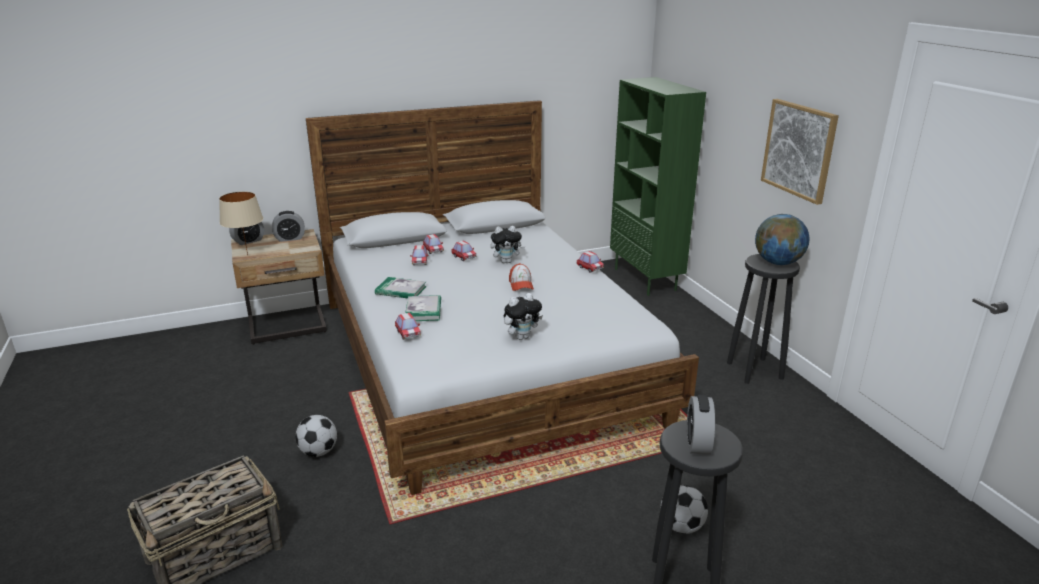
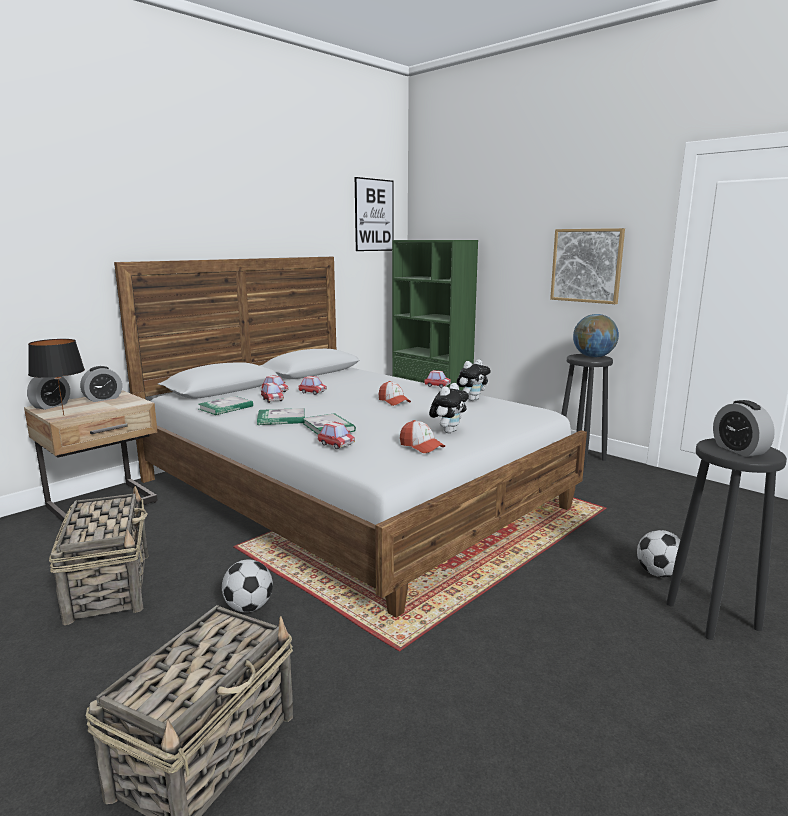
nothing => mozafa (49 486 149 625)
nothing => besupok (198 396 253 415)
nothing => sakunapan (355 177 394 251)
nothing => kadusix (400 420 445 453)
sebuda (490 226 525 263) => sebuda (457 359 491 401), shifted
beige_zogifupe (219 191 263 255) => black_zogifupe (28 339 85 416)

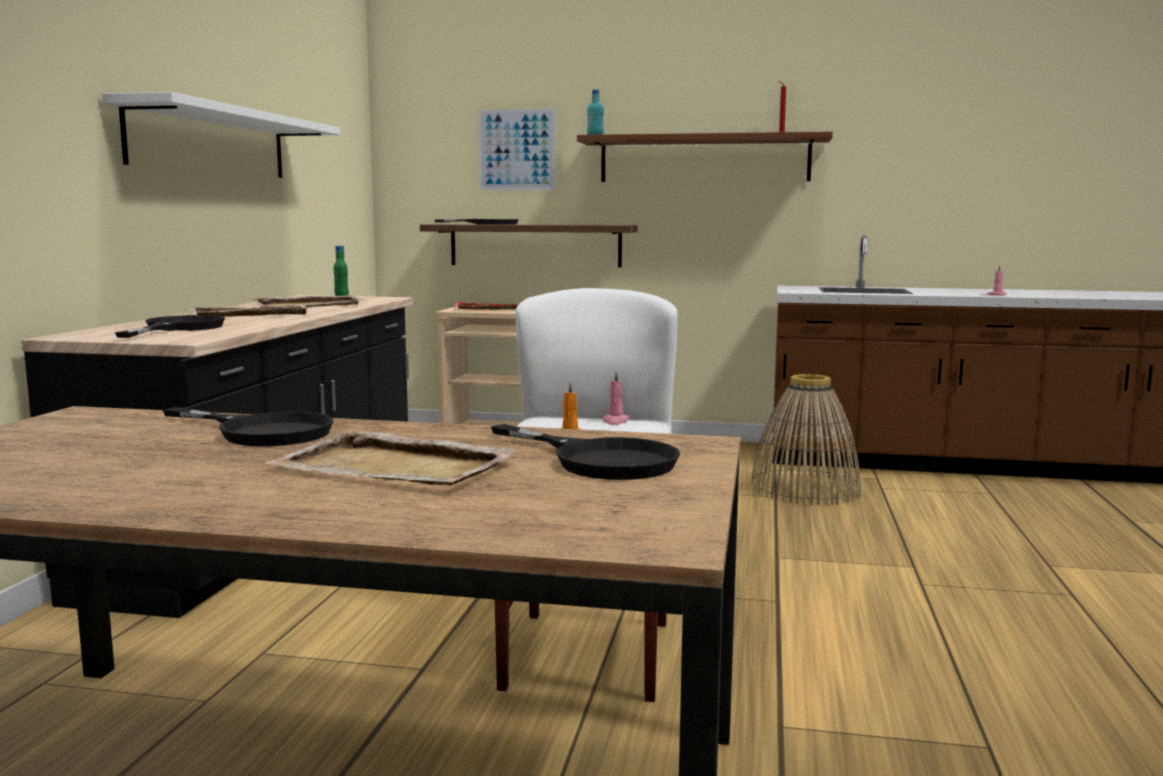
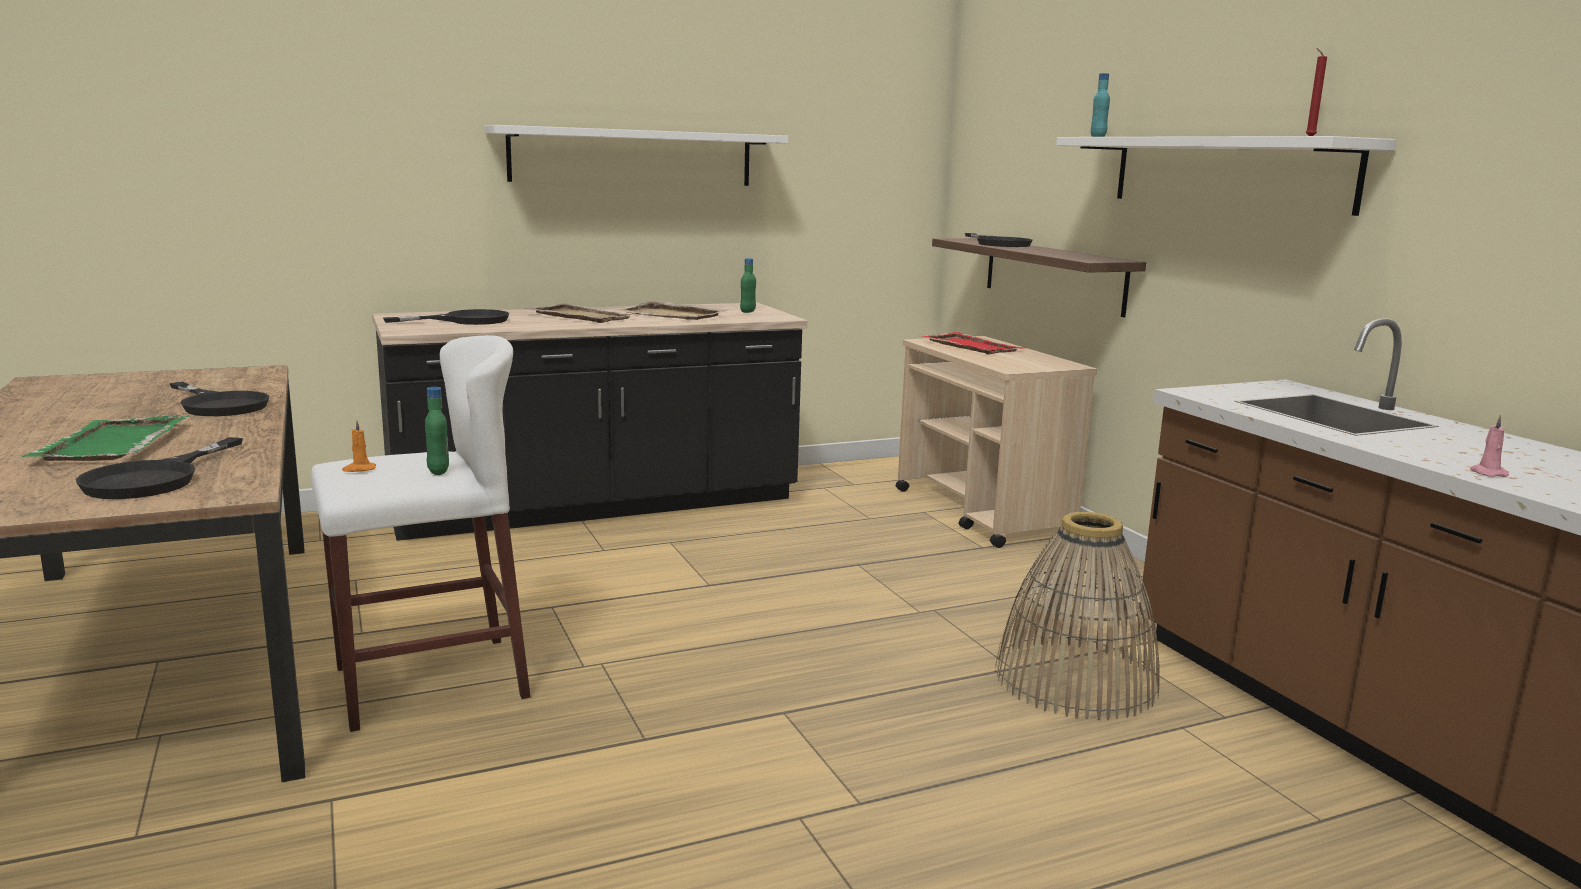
sakunapan (478 108 556 190) => nothing
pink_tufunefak (603 371 630 425) => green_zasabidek (425 387 449 475)
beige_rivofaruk (265 431 519 485) => green_rivofaruk (22 415 190 461)
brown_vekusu (577 132 833 182) => white_vekusu (1056 136 1396 216)
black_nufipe (163 407 333 446) => black_nufipe (169 382 270 416), 45 degrees counterclockwise

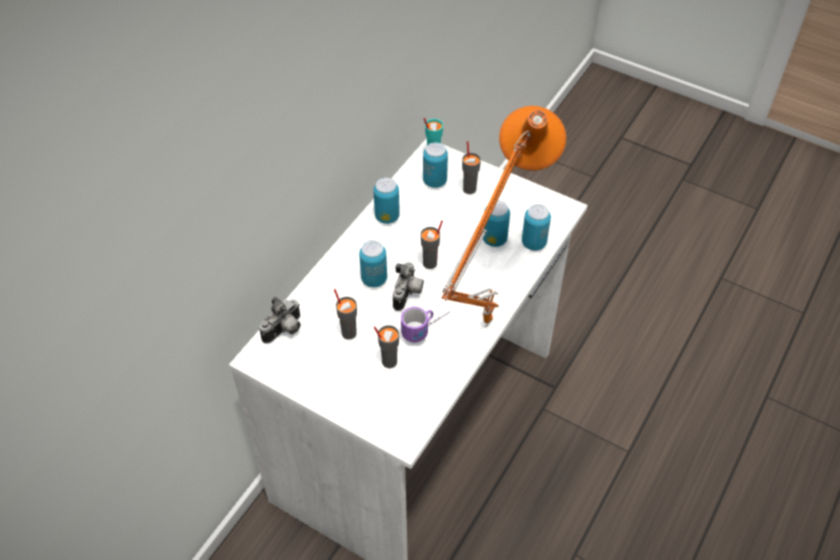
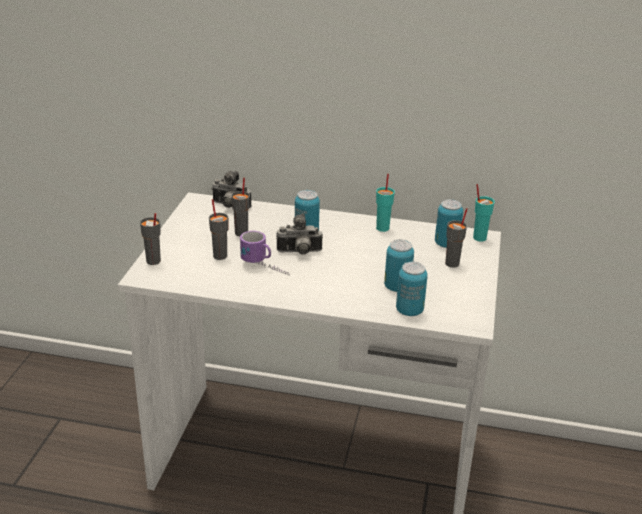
orange_zogifupe (442 106 566 327) => nothing
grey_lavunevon (420 220 443 269) => grey_lavunevon (140 213 161 265), shifted
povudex (373 178 400 224) => turquoise_lavunevon (376 174 395 232)

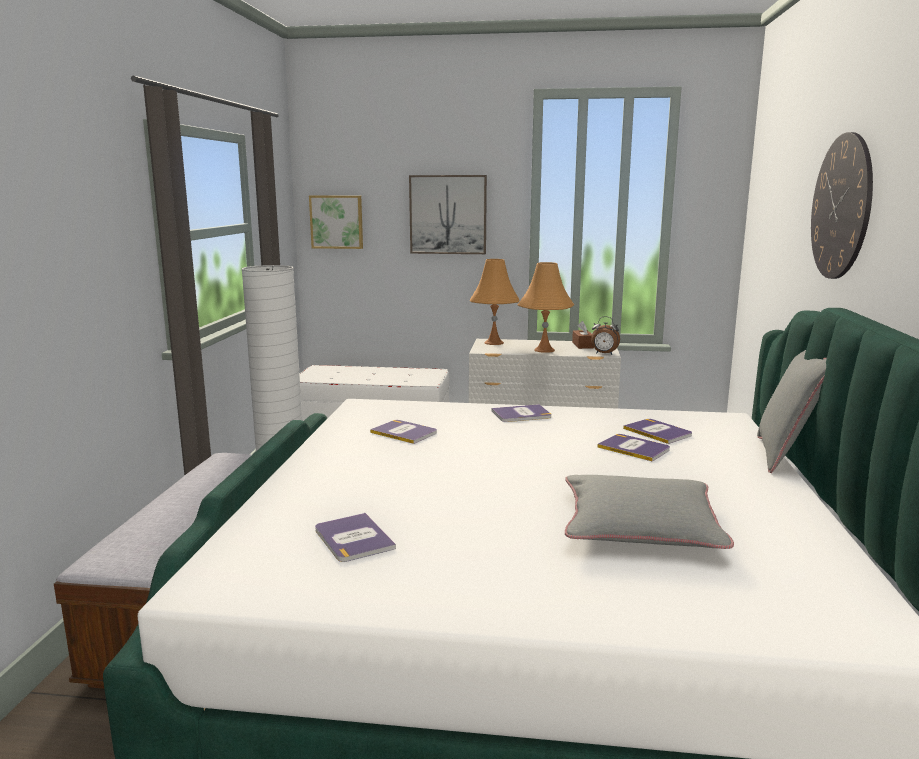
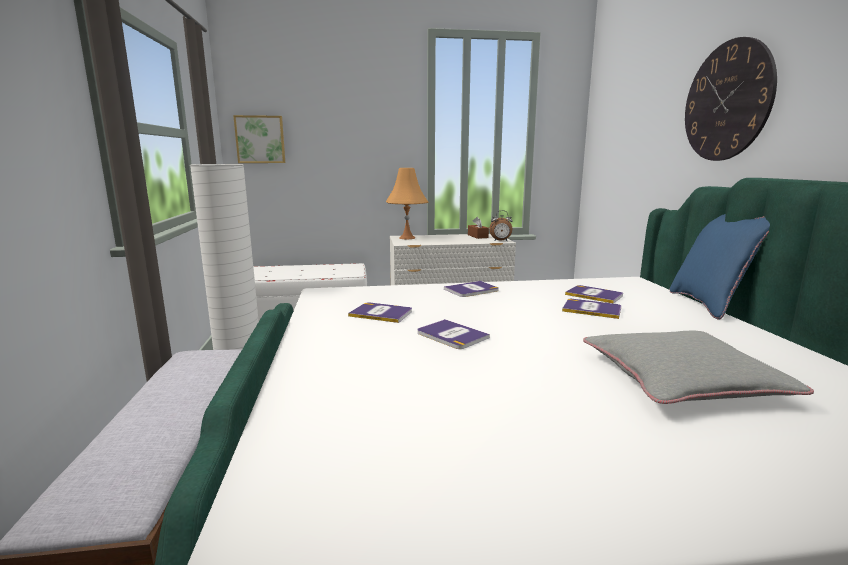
sakunapan (409 175 487 254) => nothing
orange_zogifupe (517 262 574 353) => nothing
besupok (315 513 396 562) => besupok (417 319 490 349), shifted
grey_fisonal (757 350 827 473) => blue_fisonal (669 214 770 319)

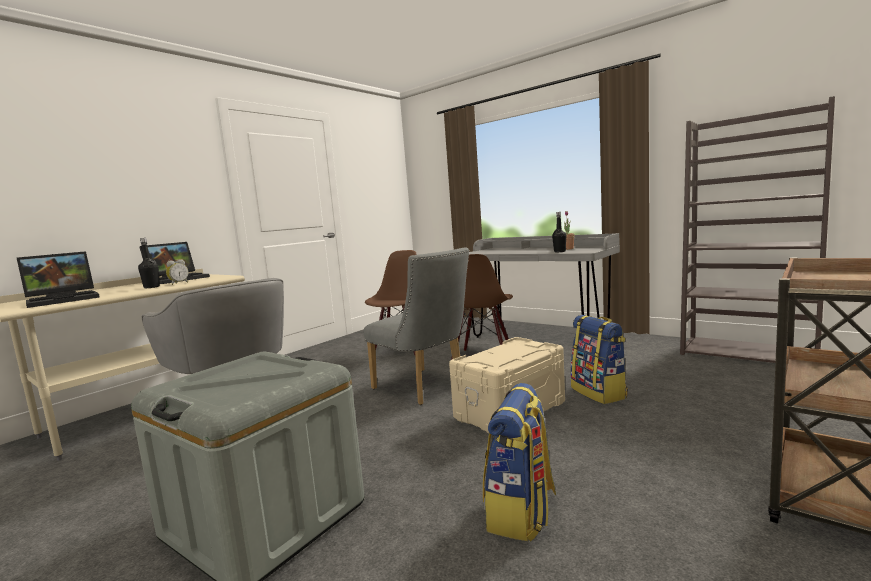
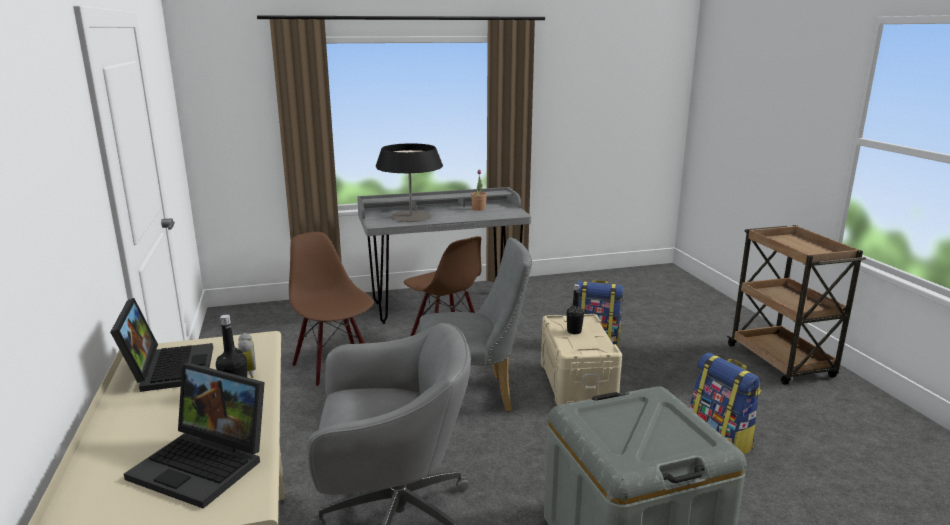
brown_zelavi (680 96 835 363) => nothing
nothing => zogifupe (376 143 443 222)
black_zasabidek (552 212 566 252) => black_zasabidek (567 284 584 334), shifted
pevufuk (17 251 100 308) => pevufuk (124 363 265 509), 120 degrees clockwise

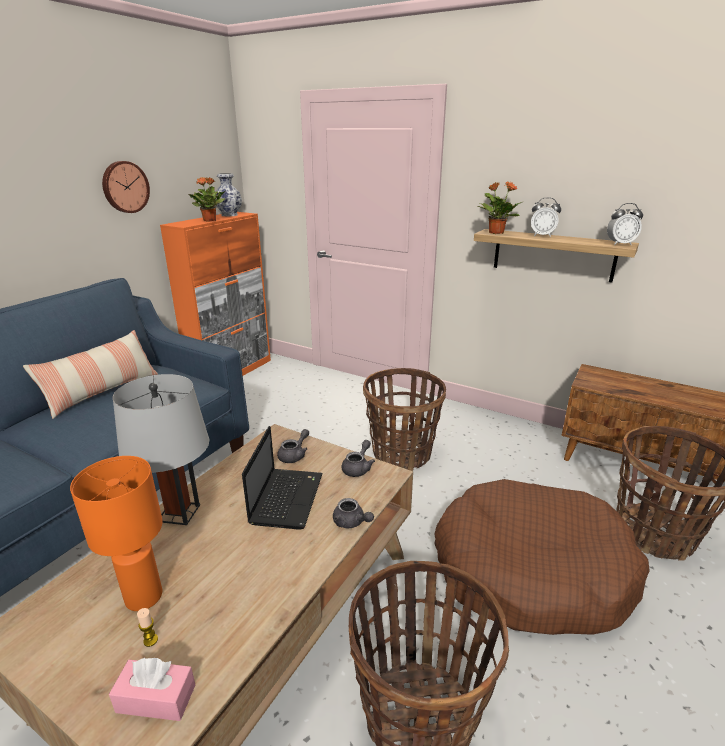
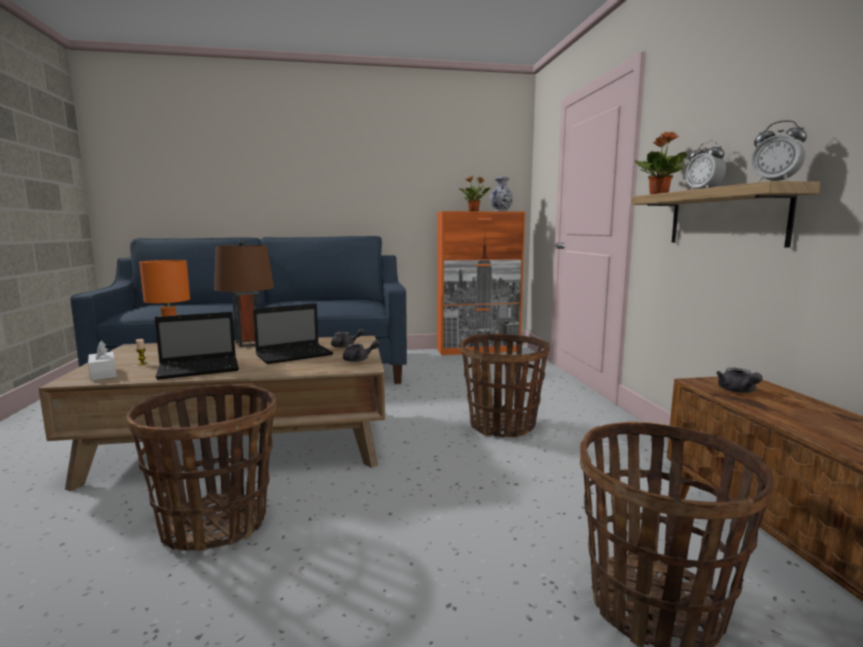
fisonal (23 330 158 419) => nothing
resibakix (102 161 150 213) => nothing
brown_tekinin (434 479 650 635) => nothing
nothing => pevufuk (155 312 239 380)
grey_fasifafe (333 498 374 528) => grey_fasifafe (716 368 763 393), shifted
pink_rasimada (109 658 195 721) => white_rasimada (88 341 117 381)
grey_zogifupe (113 374 210 525) => brown_zogifupe (214 240 274 347)

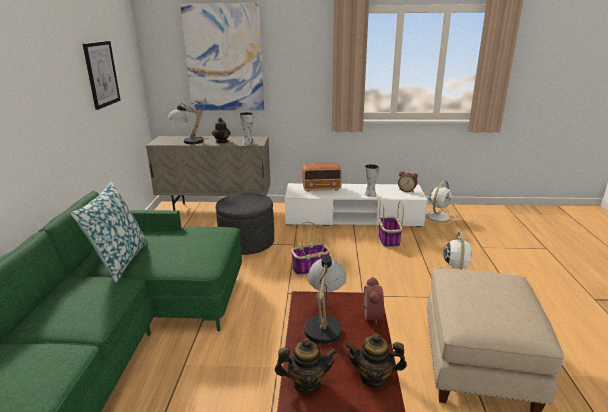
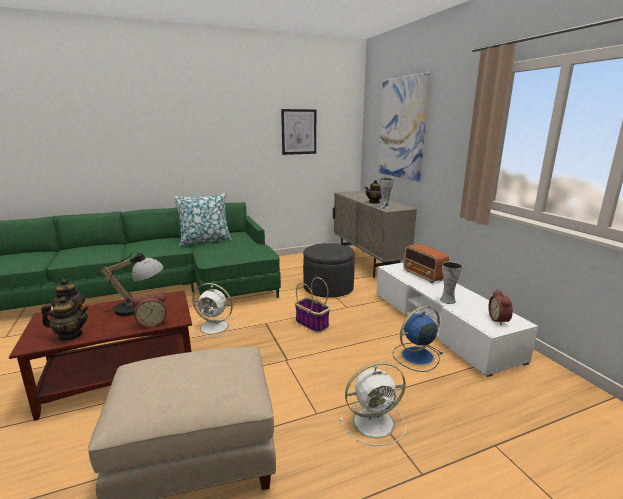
zogifupe (167 103 209 144) => nothing
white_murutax (425 181 456 224) => white_murutax (192 283 237 338), shifted
mozafa (379 200 404 248) => blue_murutax (392 306 443 372)
fasifafe (345 333 407 389) => fasifafe (41 297 89 341), 105 degrees clockwise

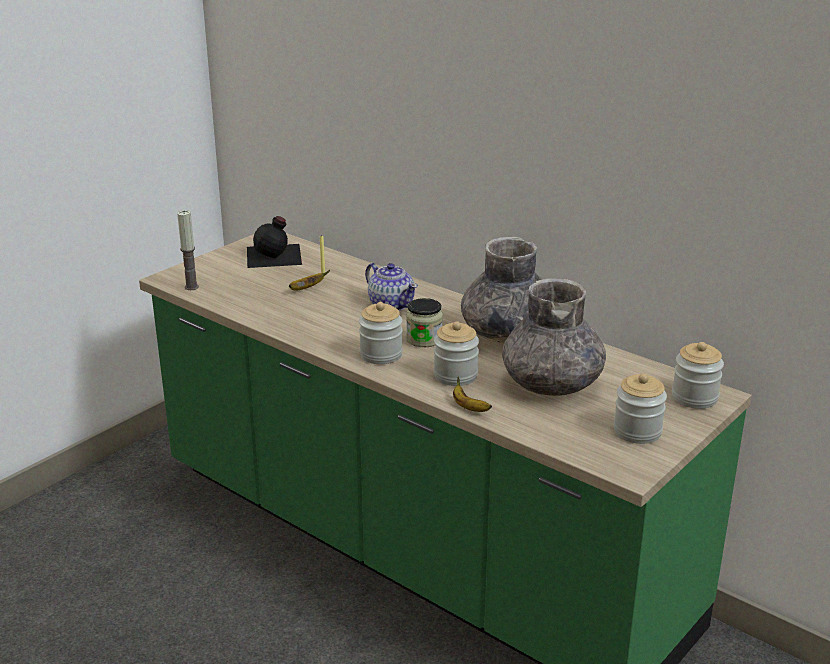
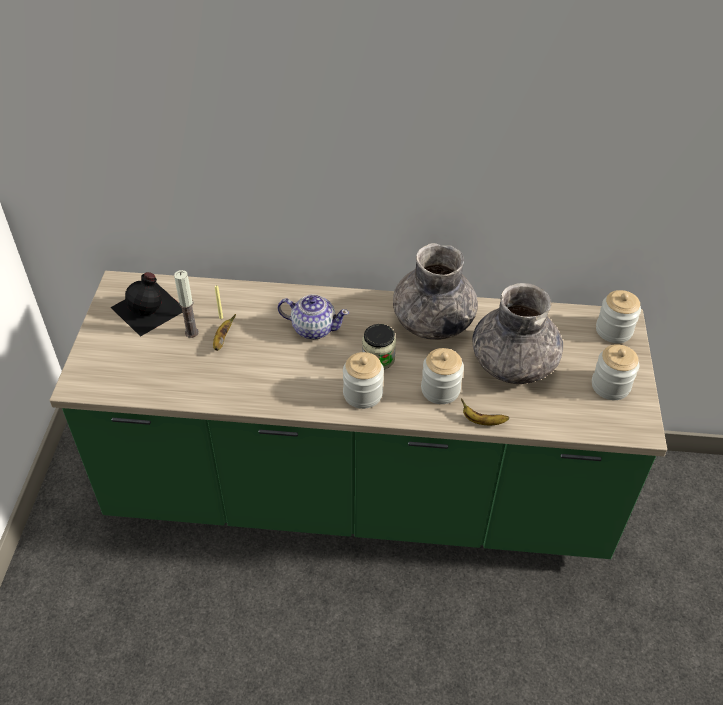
tufunefak (177 210 199 290) => tufunefak (174 270 199 338), shifted

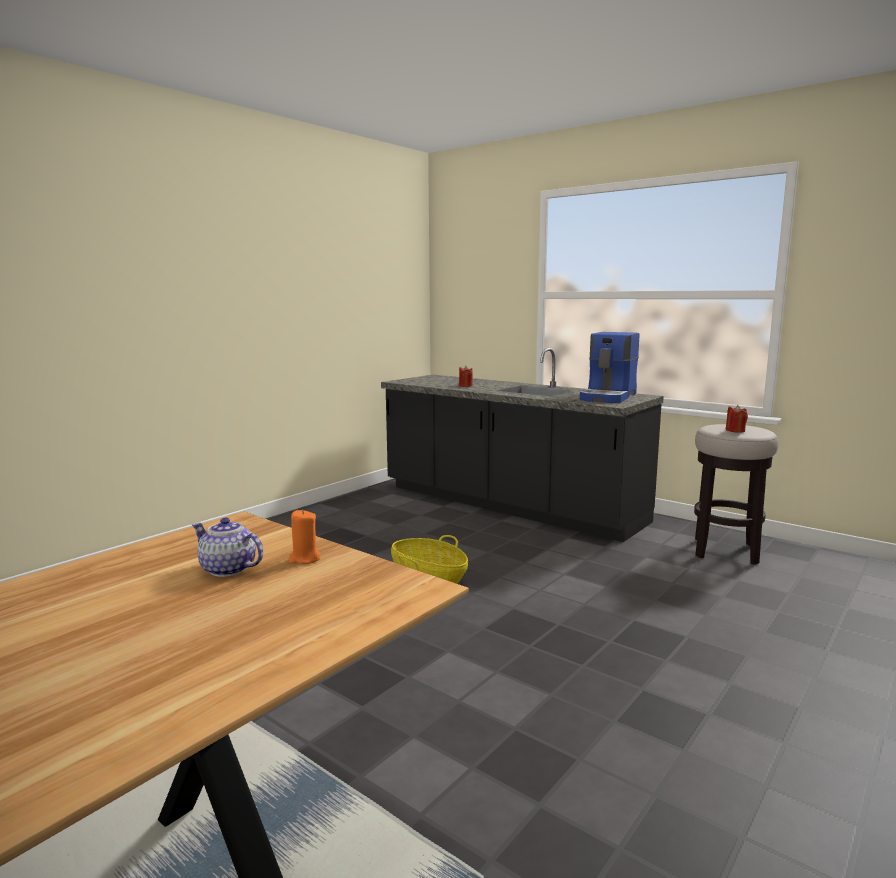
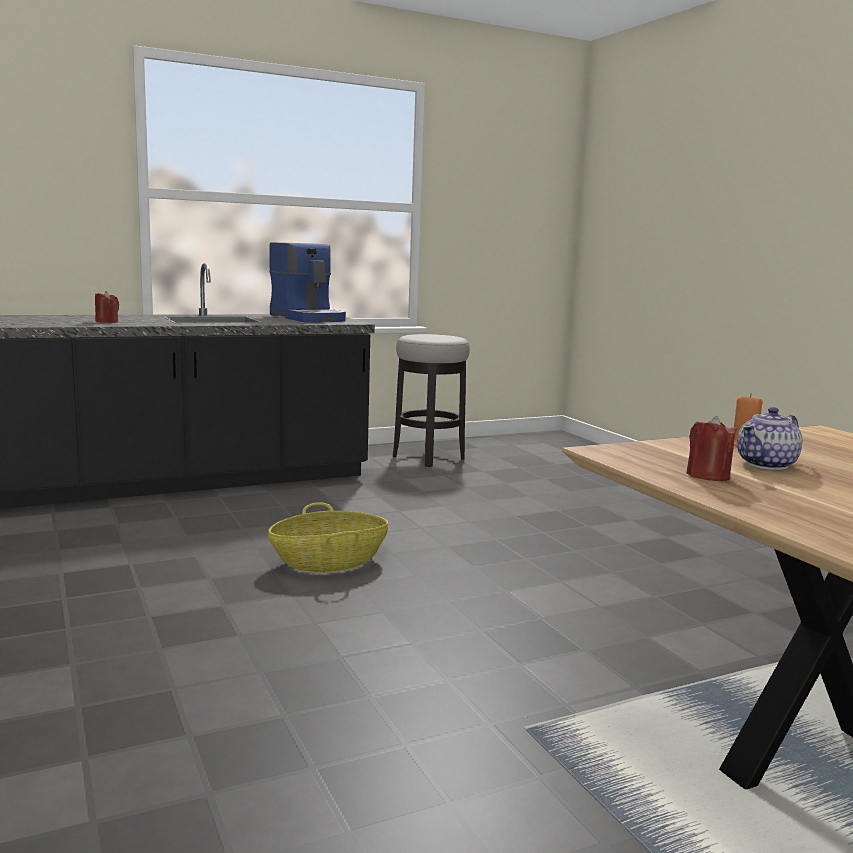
red_tufunefak (726 405 748 433) => red_tufunefak (686 416 737 481), shifted

